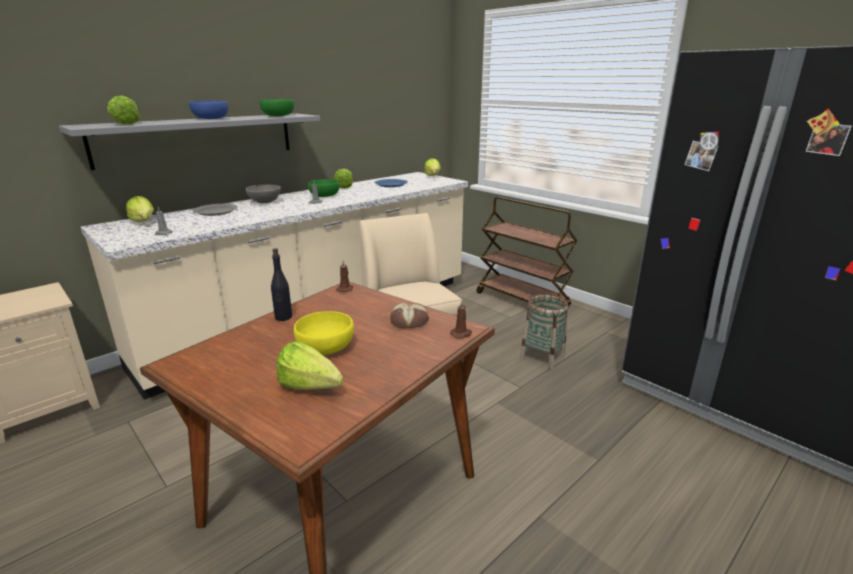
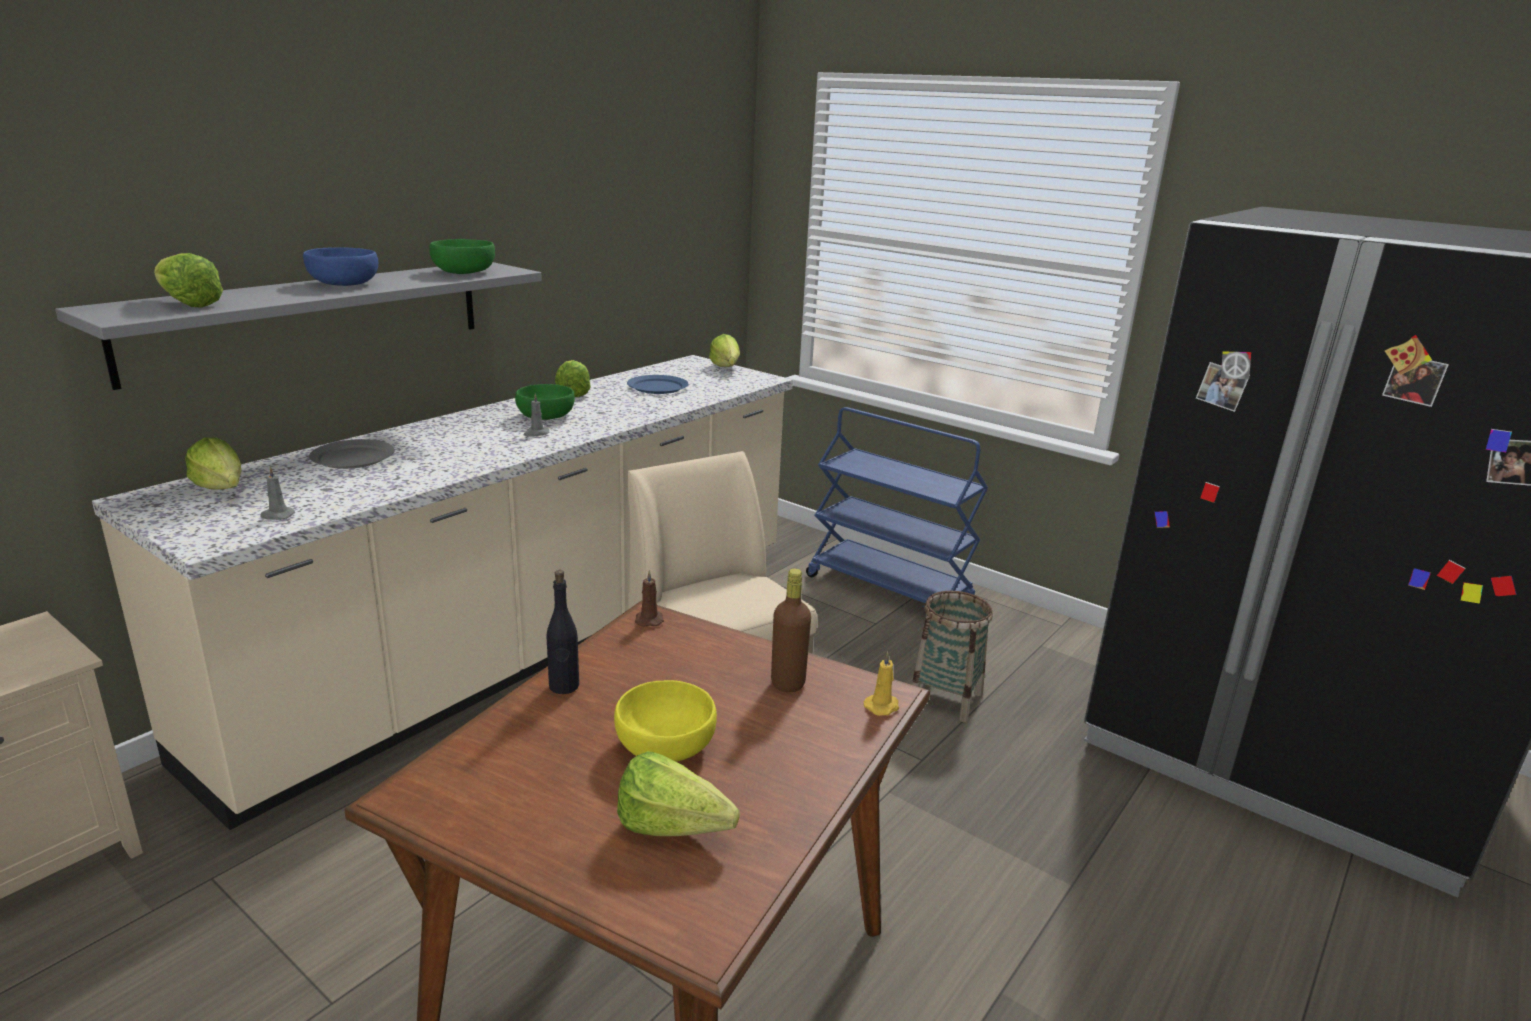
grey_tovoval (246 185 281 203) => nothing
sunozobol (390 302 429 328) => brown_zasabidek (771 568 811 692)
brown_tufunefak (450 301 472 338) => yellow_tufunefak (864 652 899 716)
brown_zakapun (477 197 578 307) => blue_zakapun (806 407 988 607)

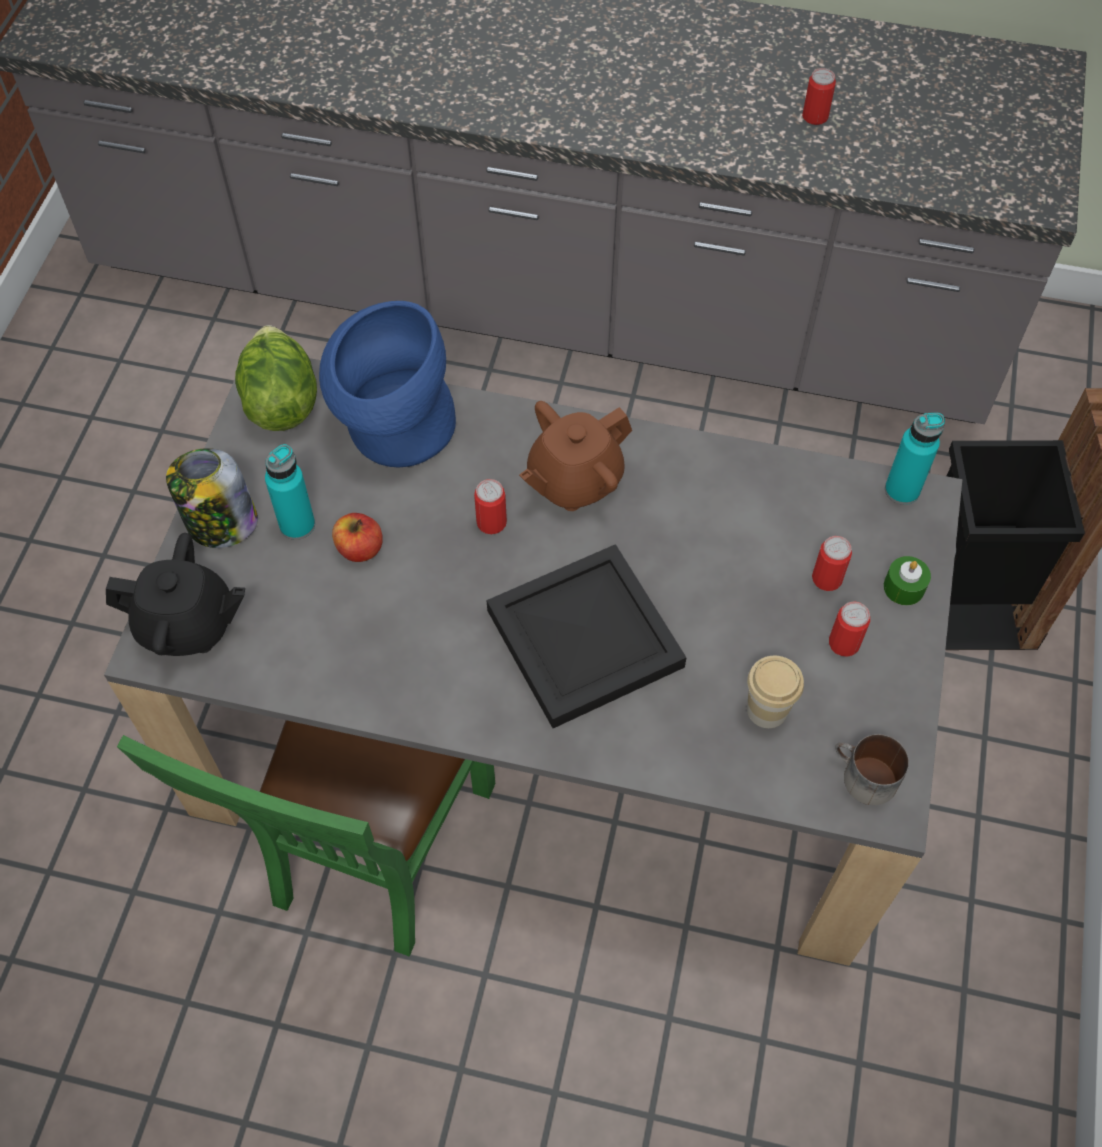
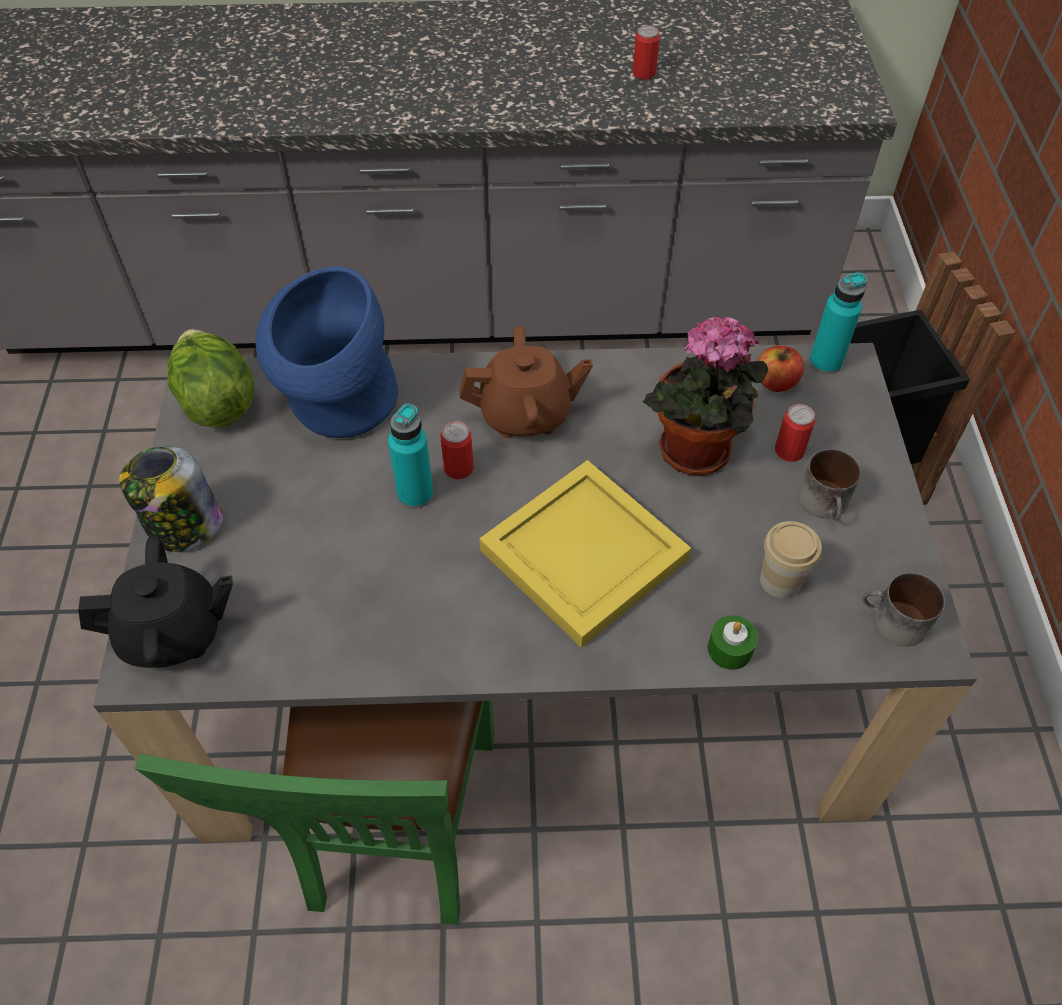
nothing => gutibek (642 316 768 476)
turquoise_zasabidek (265 444 315 540) => turquoise_zasabidek (388 403 434 508), shifted
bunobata (332 513 383 562) => bunobata (757 346 804 392), shifted
green_tufunefak (884 556 931 605) => green_tufunefak (708 615 758 670), shifted
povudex (829 602 870 657) => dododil (799 449 861 520)
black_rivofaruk (486 544 687 728) => yellow_rivofaruk (479 460 691 648)
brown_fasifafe (519 401 632 511) => brown_fasifafe (459 326 593 438), 135 degrees counterclockwise

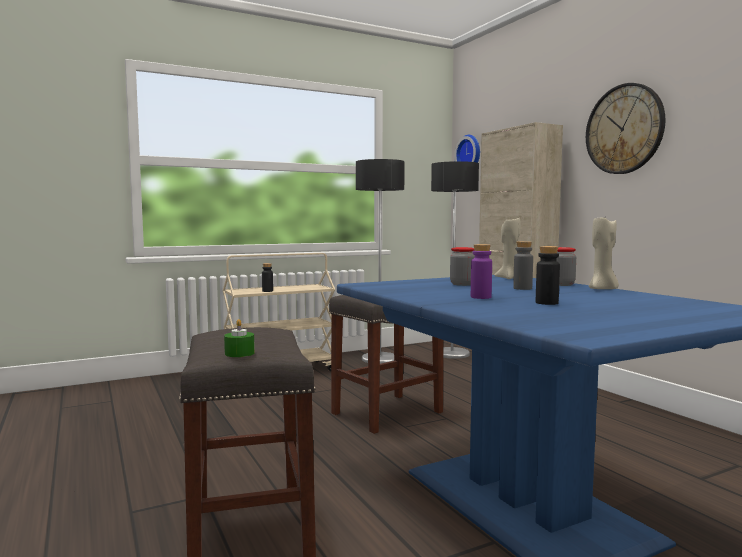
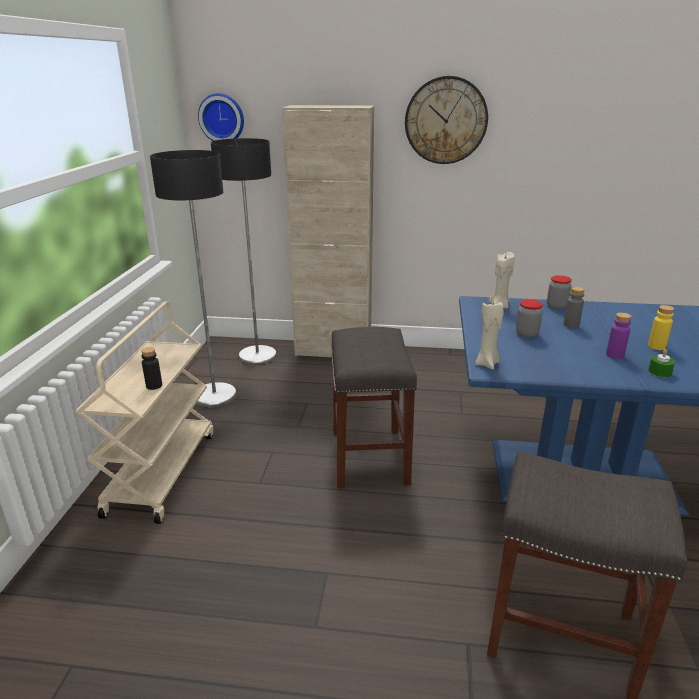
green_tufunefak (224 319 255 357) => green_tufunefak (648 349 675 377), shifted
beige_tufunefak (589 217 619 289) => beige_tufunefak (475 301 503 369), shifted
black_zasabidek (536 246 560 305) => yellow_zasabidek (648 305 674 350)

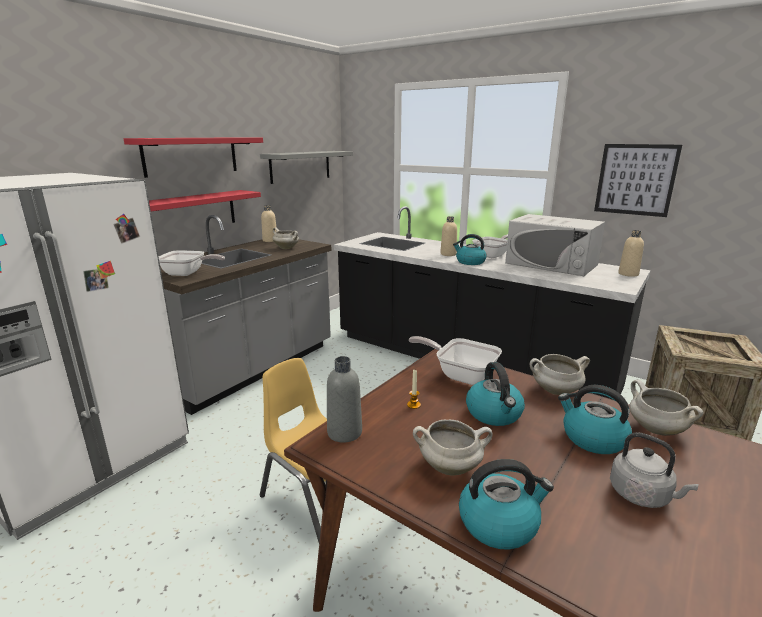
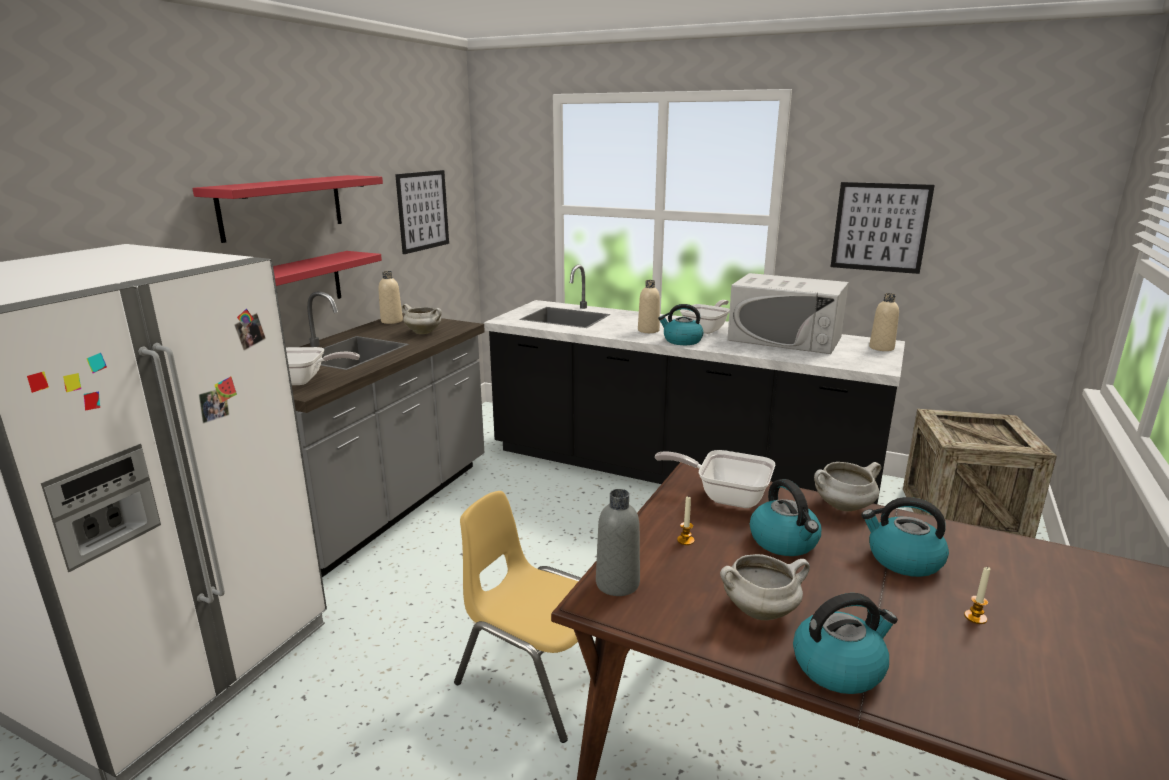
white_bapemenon (629 380 704 436) => nothing
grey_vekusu (260 151 353 184) => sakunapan (395 170 449 254)
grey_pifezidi (610 432 698 508) => tufunefak (964 567 990 624)

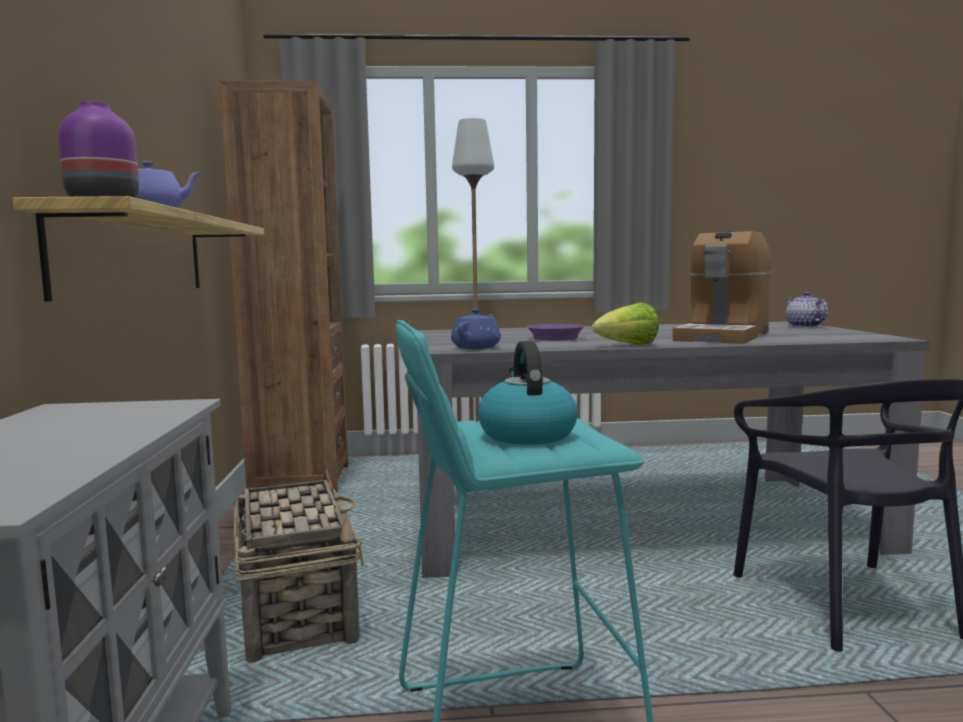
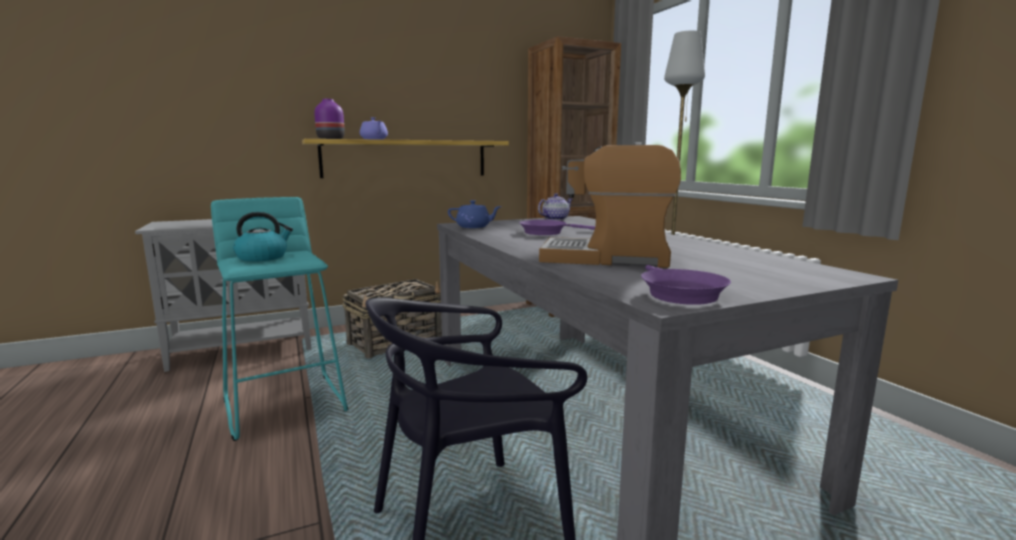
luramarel (592 302 659 345) => nothing
nothing => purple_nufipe (641 265 731 305)
fasifafe (785 292 828 327) => fasifafe (538 193 572 221), shifted

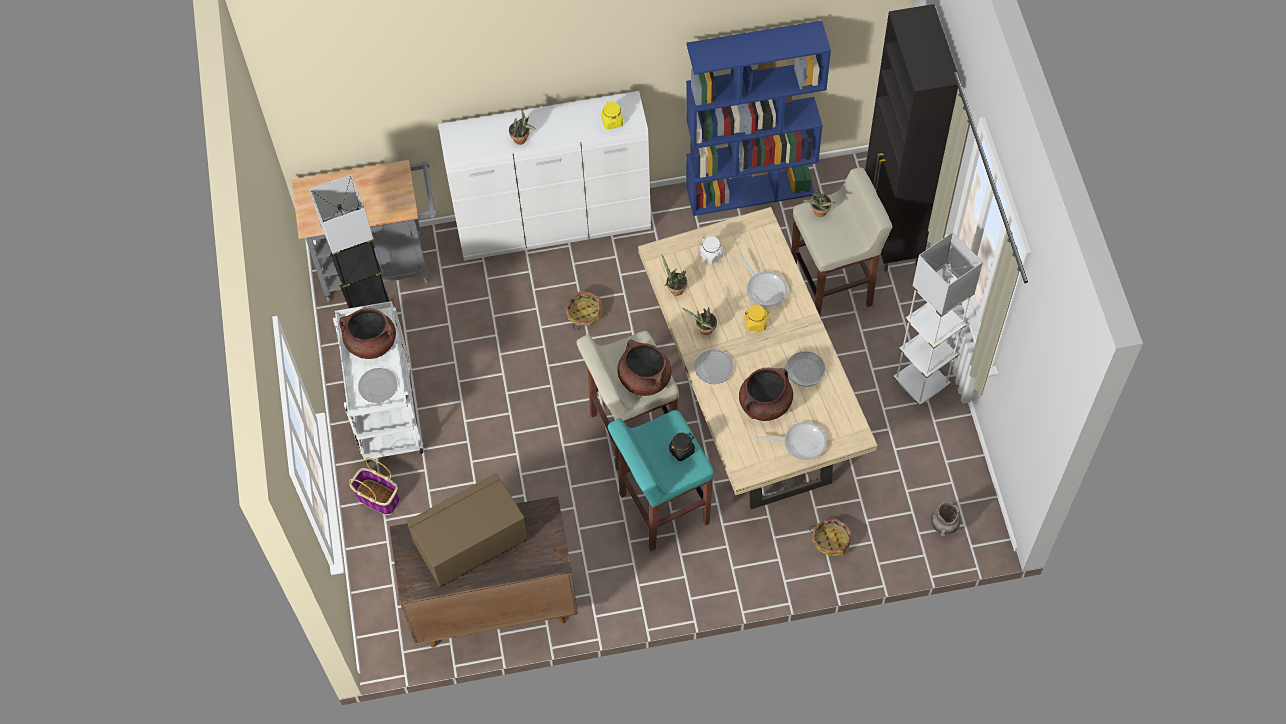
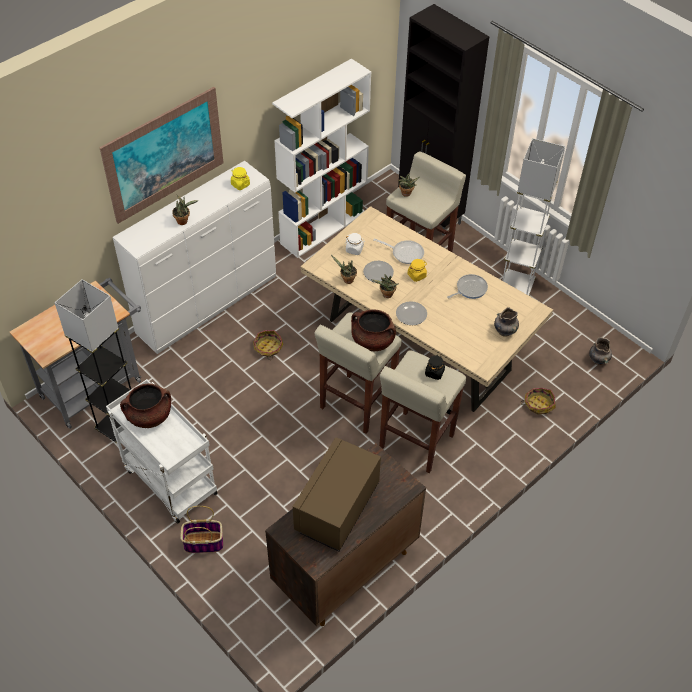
brown_bapemenon (739 368 793 421) => nothing
nothing => sakunapan (99 87 224 224)
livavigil (358 368 397 403) => livavigil (363 261 394 283), shifted
nufipe (755 422 827 460) => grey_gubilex (494 307 519 337)
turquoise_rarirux (608 410 714 551) => beige_rarirux (379 350 466 473)
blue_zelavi (686 20 831 216) => white_zelavi (272 58 371 258)

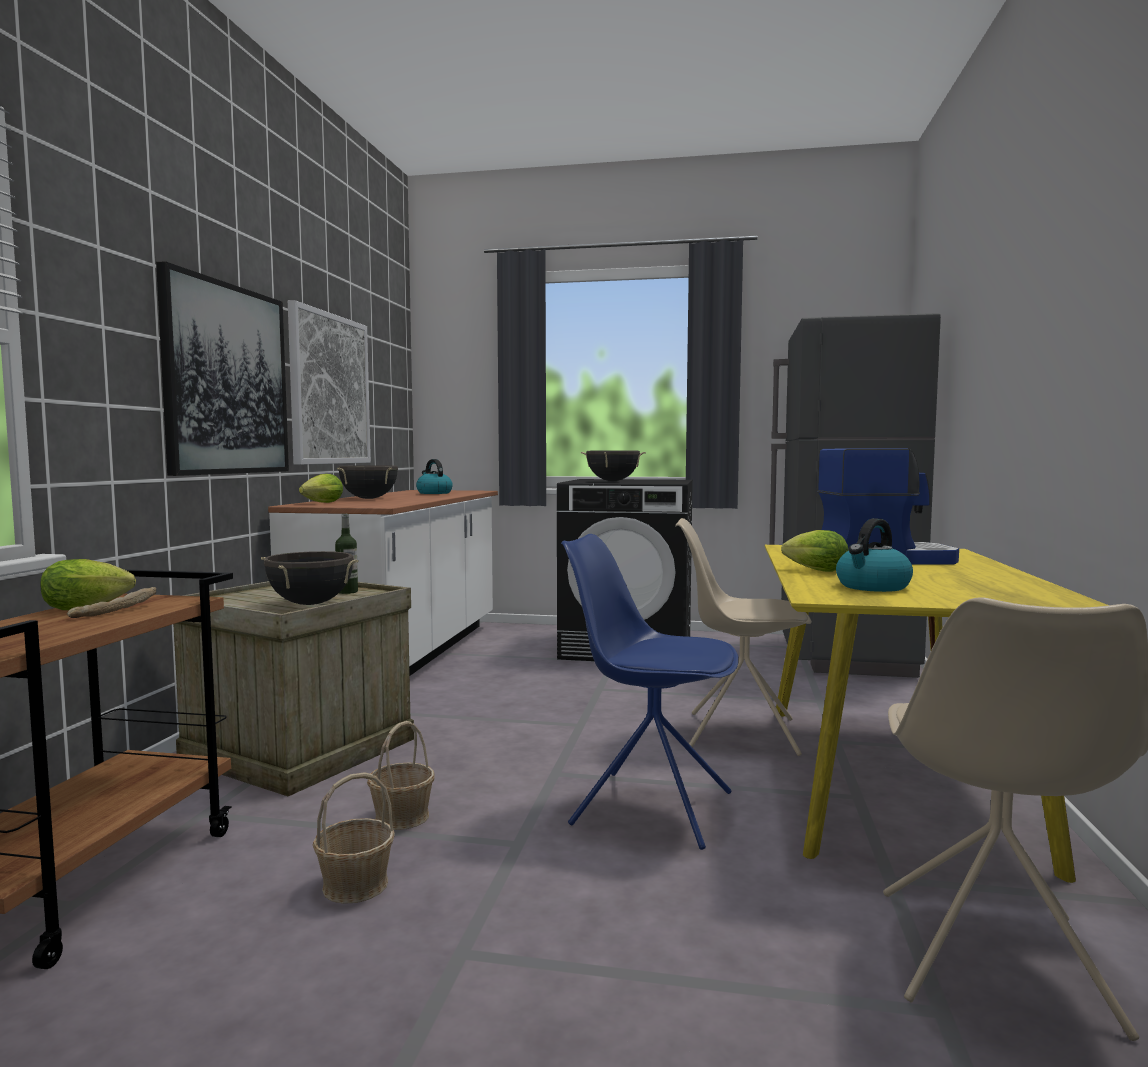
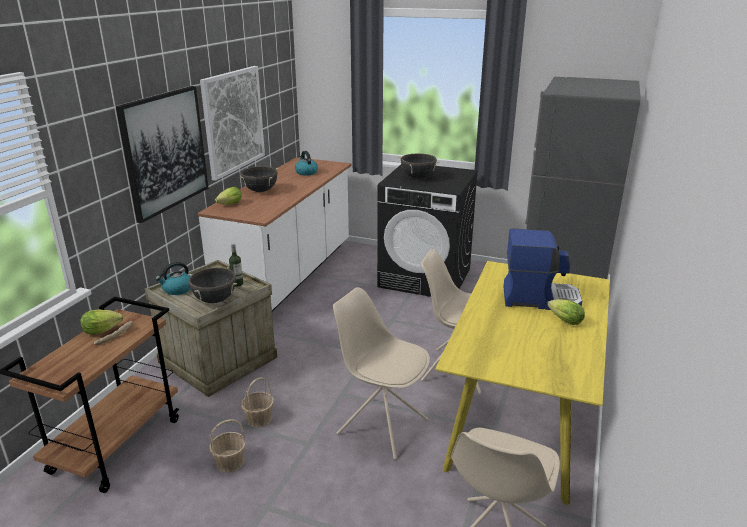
luramarel (781 530 849 572) => luramarel (547 299 585 325), shifted
pifezidi (836 518 913 592) => pifezidi (155 262 191 295), shifted
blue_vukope (561 534 739 850) => beige_vukope (333 287 430 459)

